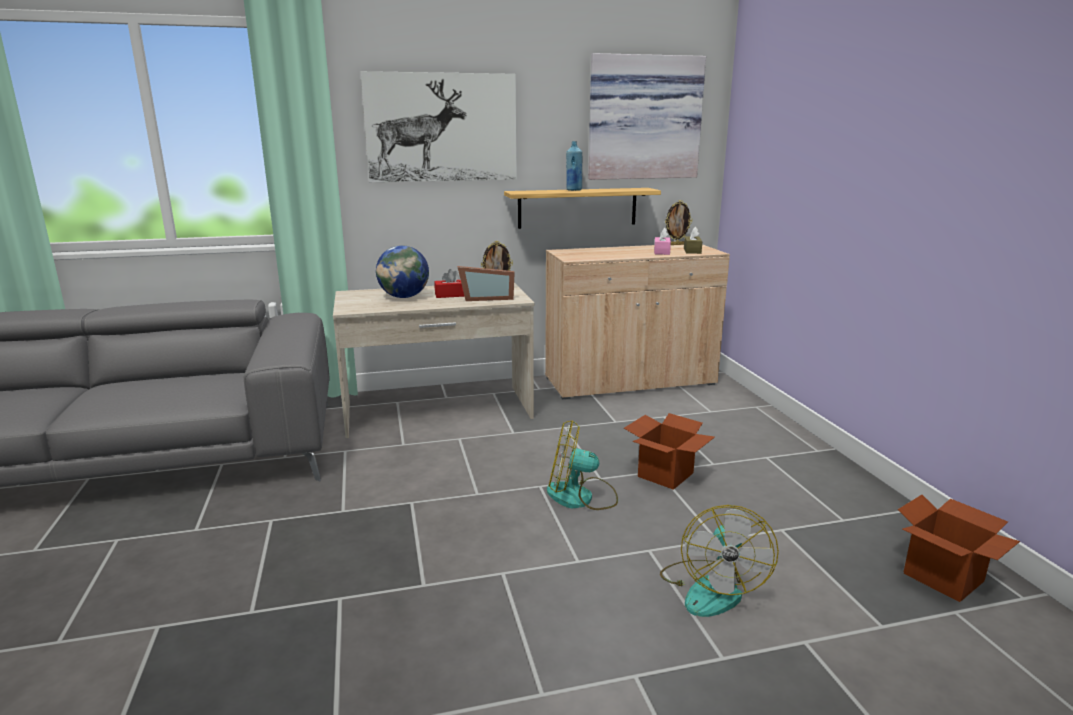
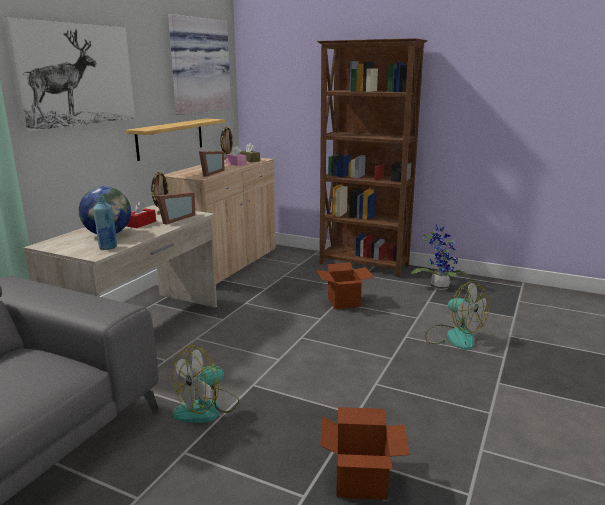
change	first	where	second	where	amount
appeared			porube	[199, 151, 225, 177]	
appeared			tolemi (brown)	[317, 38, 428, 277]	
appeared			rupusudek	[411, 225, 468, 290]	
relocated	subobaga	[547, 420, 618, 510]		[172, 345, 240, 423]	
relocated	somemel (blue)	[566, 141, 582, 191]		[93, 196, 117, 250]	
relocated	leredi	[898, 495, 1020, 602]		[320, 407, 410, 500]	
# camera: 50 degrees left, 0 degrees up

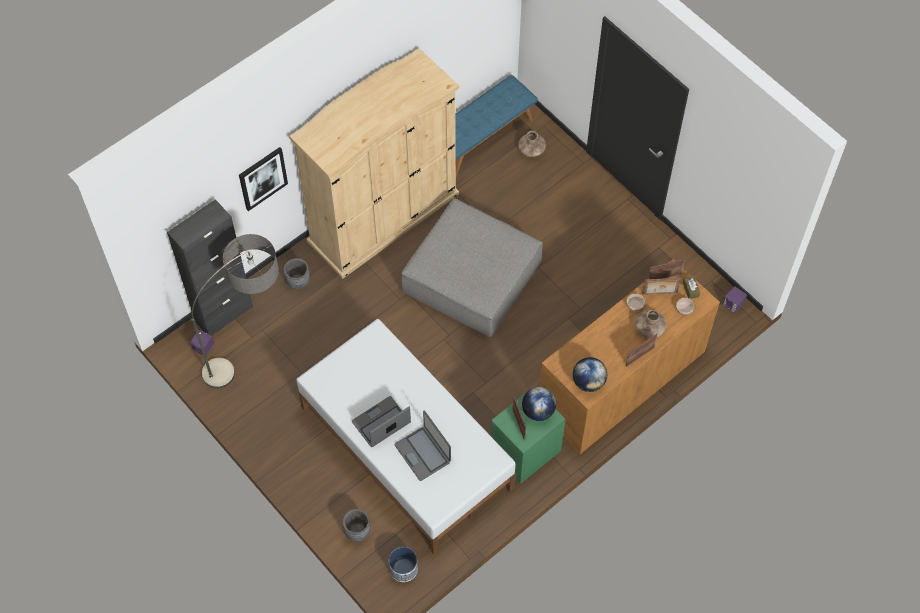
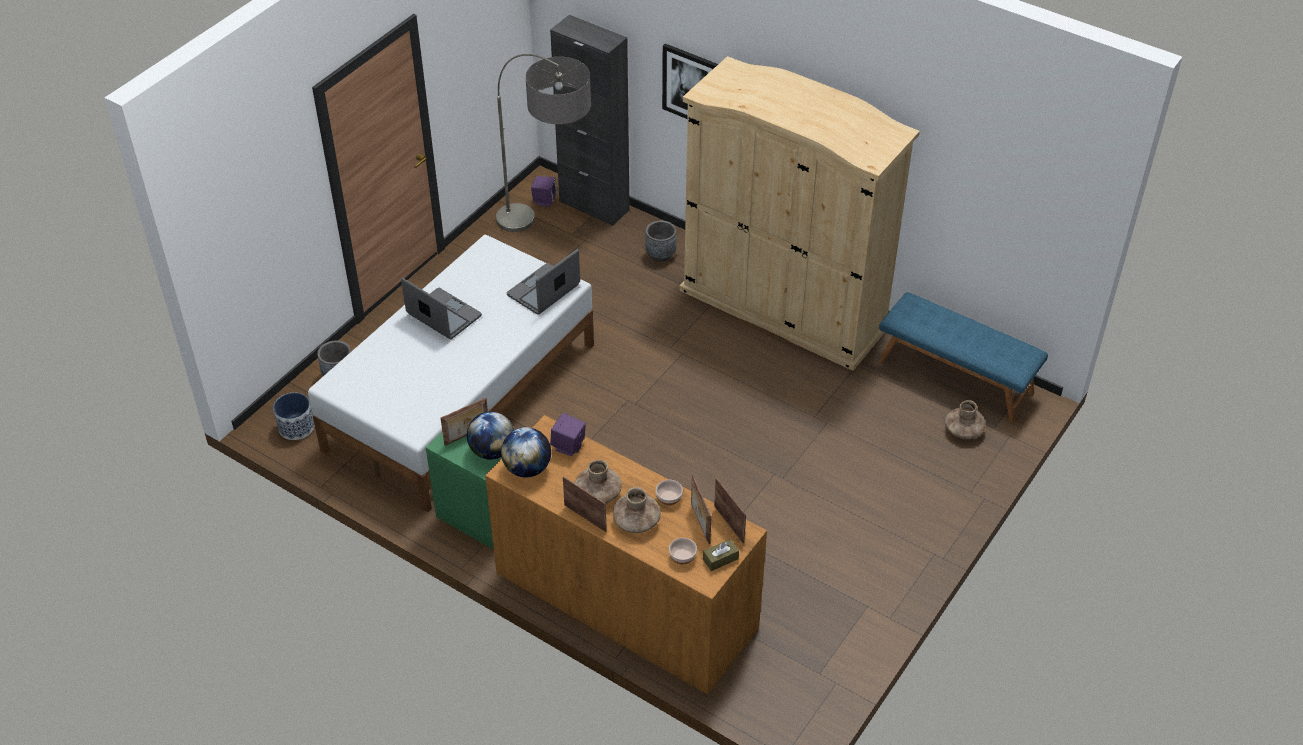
change	first	where	second	where	amount
missing	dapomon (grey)	[401, 199, 543, 337]			
appeared			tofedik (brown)	[575, 460, 622, 504]	
relocated	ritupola	[395, 411, 451, 481]		[507, 249, 580, 315]	
relocated	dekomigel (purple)	[722, 286, 747, 313]		[550, 413, 586, 456]	
# camera: 75 degrees right, 15 degrees down

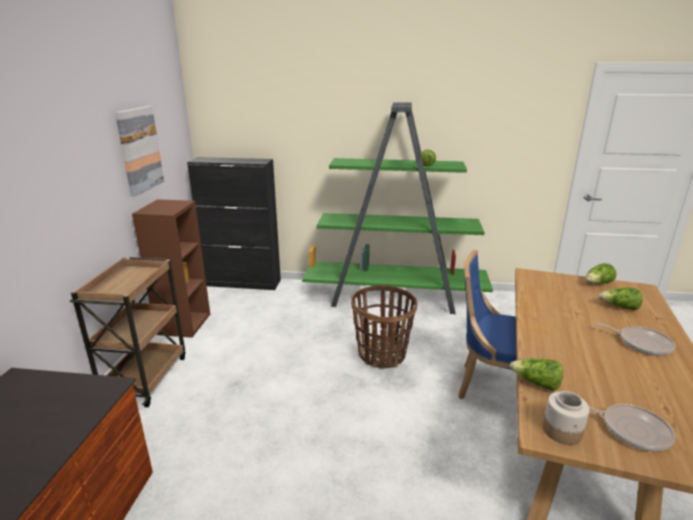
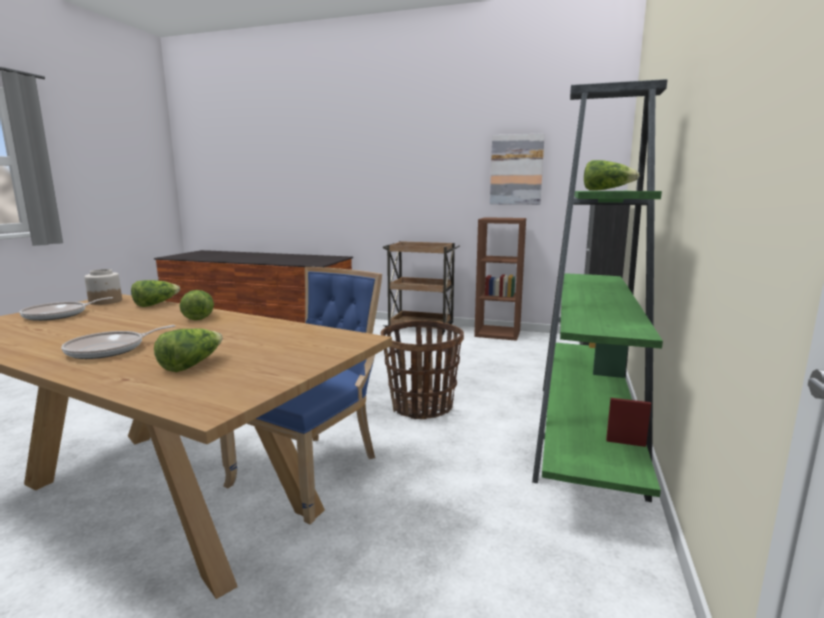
change	first	where	second	where	amount
relocated	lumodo	[586, 263, 617, 284]		[179, 290, 214, 320]	
# camera: 100 degrees right, 10 degrees down

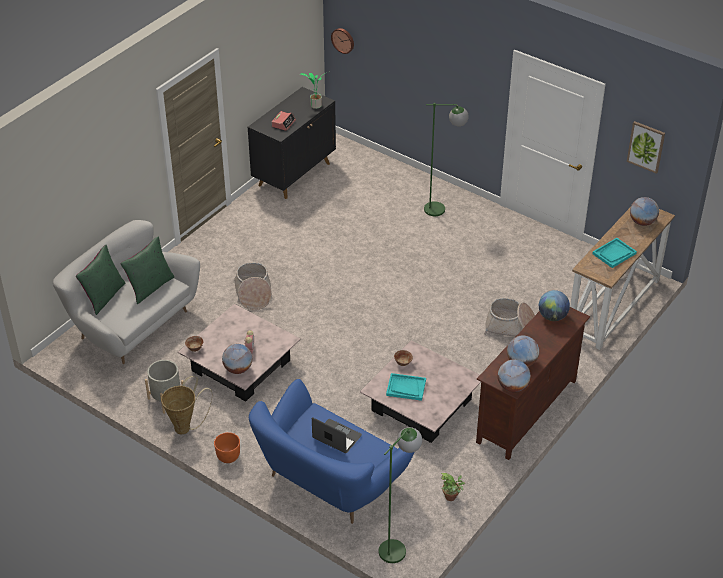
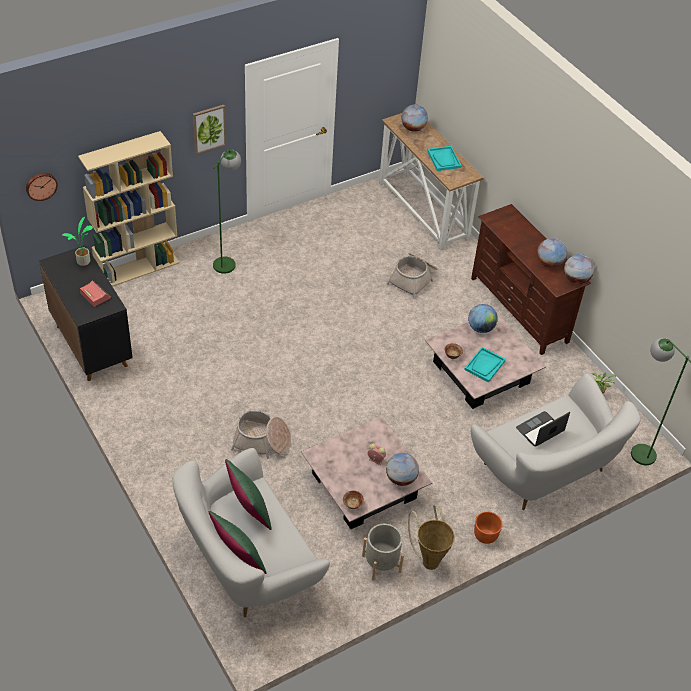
change	first	where	second	where	amount
appeared			tolemi (beige)	[78, 131, 179, 287]	
relocated	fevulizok	[539, 290, 570, 321]		[468, 304, 498, 333]	
relocated	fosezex	[627, 121, 665, 174]		[193, 105, 226, 155]	
colour	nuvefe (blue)	[249, 379, 414, 524]	nuvefe (white)	[470, 374, 641, 510]	
# camera: 70 degrees left, 5 degrees up

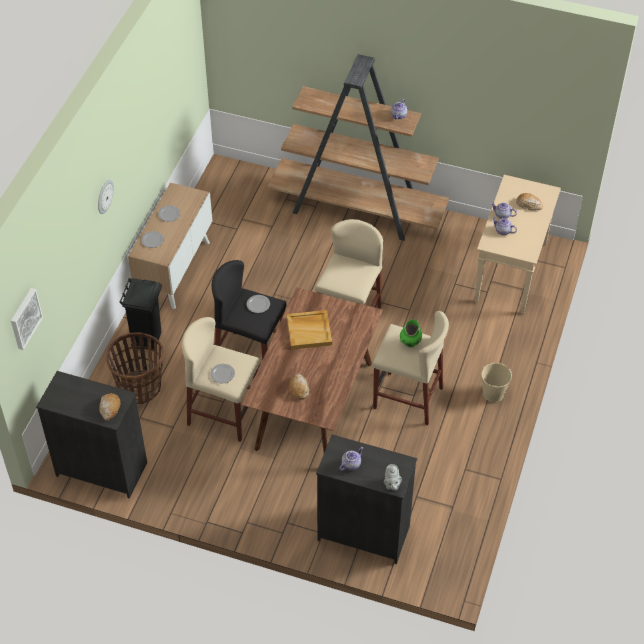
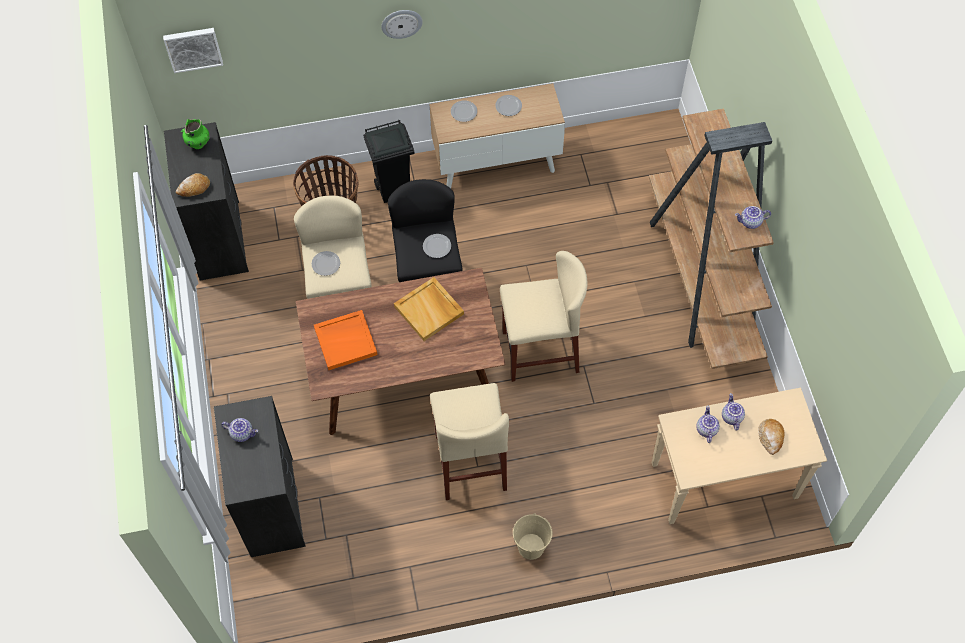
change	first	where	second	where	amount
missing	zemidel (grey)	[384, 464, 402, 491]			
relocated	tofedik (green)	[400, 319, 422, 348]		[181, 119, 209, 149]	
exchanged	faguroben	[289, 373, 309, 400]	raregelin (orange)	[314, 310, 377, 370]	
# camera: 60 degrees right, 10 degrees up

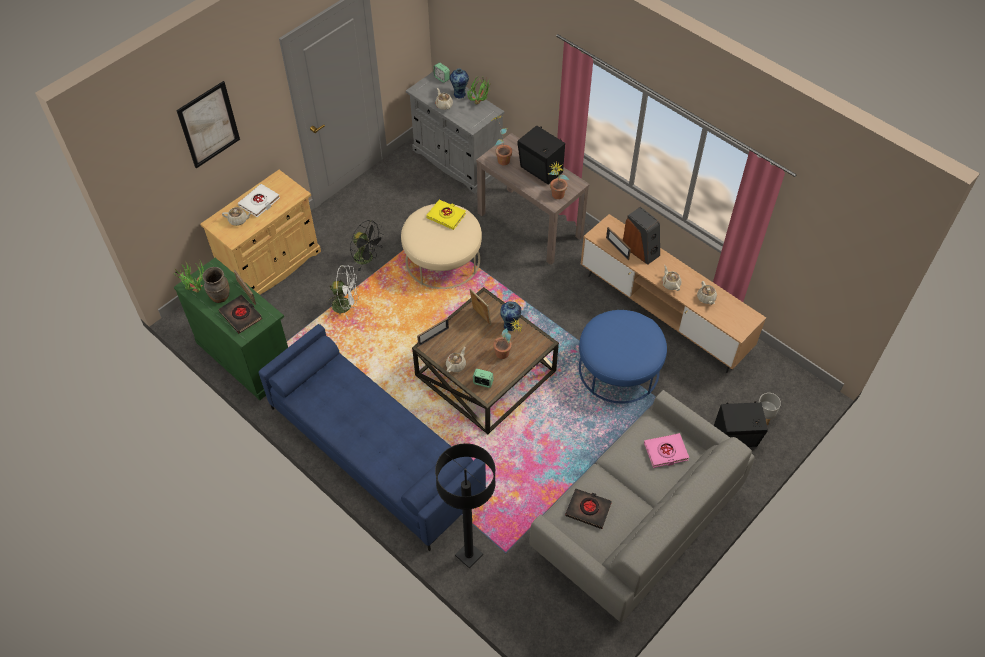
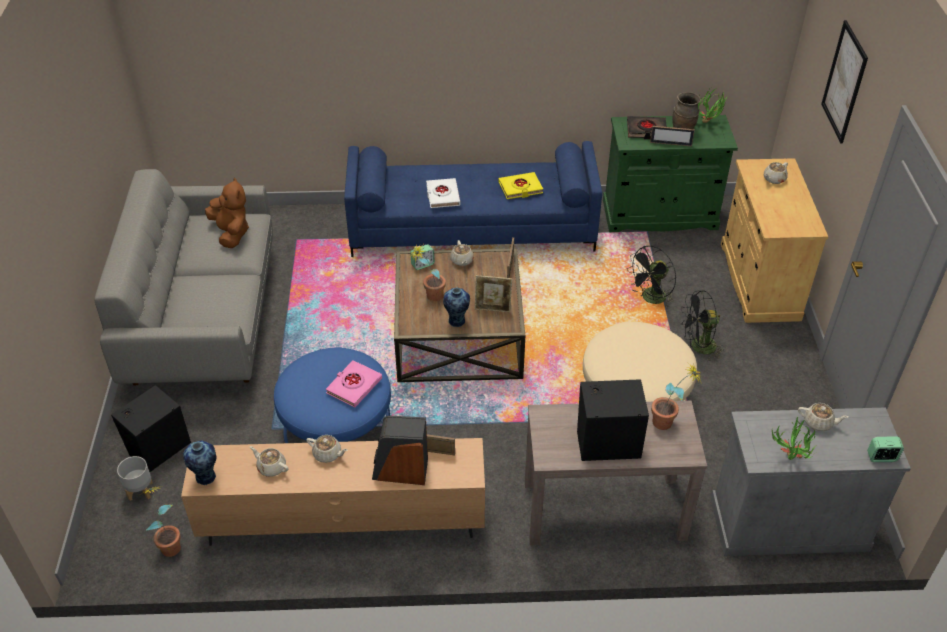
change	first	where	second	where	amount
missing	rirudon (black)	[435, 443, 496, 569]			
relocated	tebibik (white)	[238, 184, 280, 217]		[426, 178, 461, 208]	
relocated	tebibik (yellow)	[426, 200, 466, 230]		[499, 172, 543, 199]	
relocated	tofedik	[450, 68, 469, 99]		[183, 440, 217, 485]	
relocated	rupusudek	[549, 162, 569, 199]		[140, 487, 181, 557]	
relocated	tebibik (pink)	[644, 433, 689, 468]		[326, 360, 382, 408]	
exchanged	tebibik (black)	[565, 488, 612, 529]	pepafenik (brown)	[205, 178, 249, 248]	
colour	subobaga (white)	[328, 265, 359, 319]	subobaga (black)	[627, 246, 676, 308]	
# camera: 135 degrees right, 10 degrees down

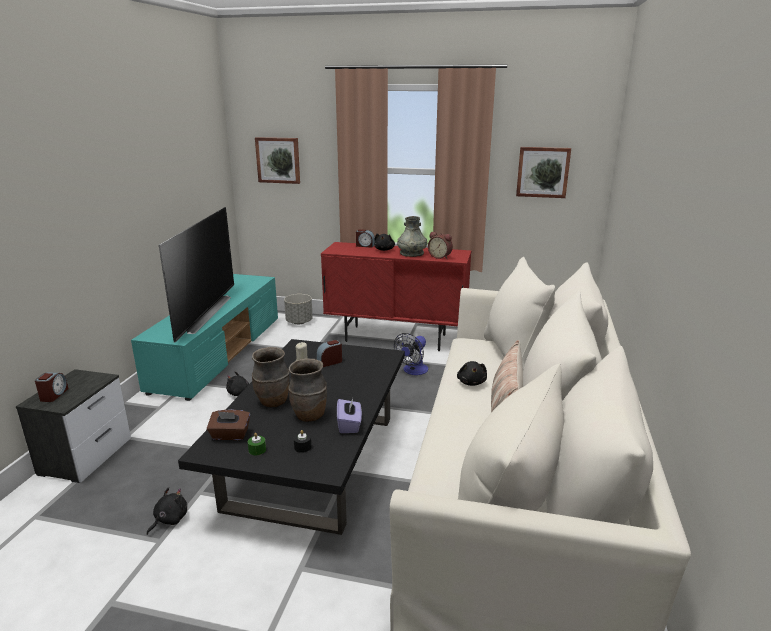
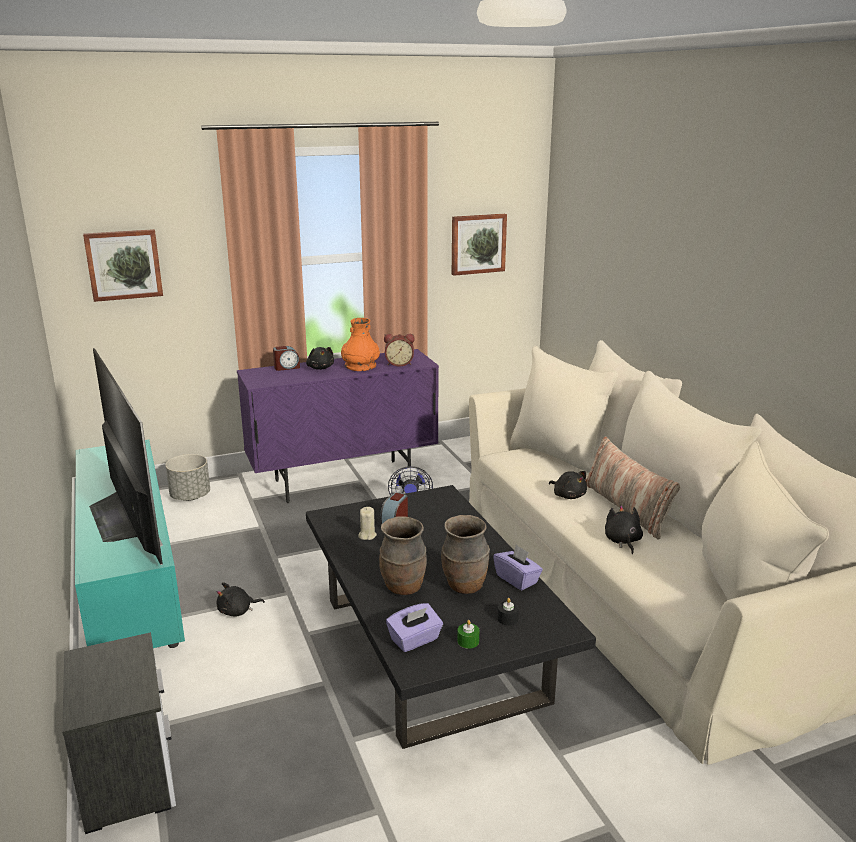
change	first	where	second	where	amount
missing	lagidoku	[35, 372, 69, 402]			
relocated	pepafenik (black)	[147, 487, 187, 535]		[605, 505, 643, 554]	
colour	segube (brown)	[207, 410, 250, 440]	segube (purple)	[386, 603, 443, 652]	
colour	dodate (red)	[321, 242, 471, 351]	dodate (purple)	[237, 349, 439, 503]	
colour	tofedik (grey)	[397, 216, 427, 257]	tofedik (orange)	[341, 318, 380, 371]	
# camera: 35 degrees left, 0 degrees up

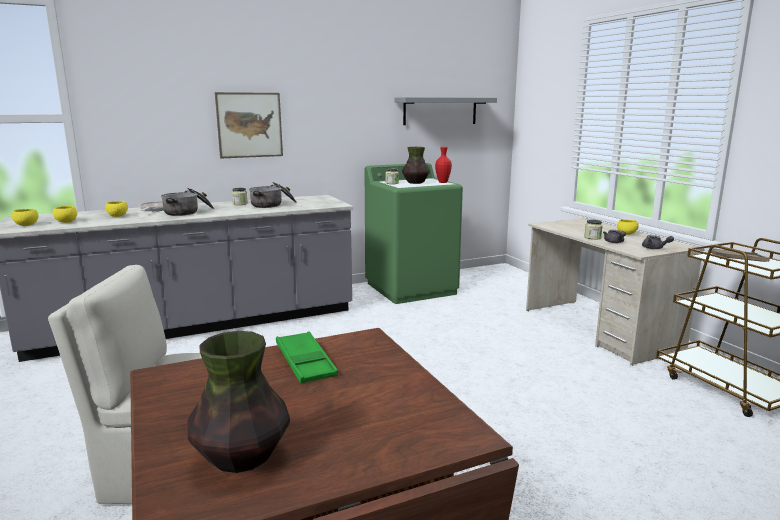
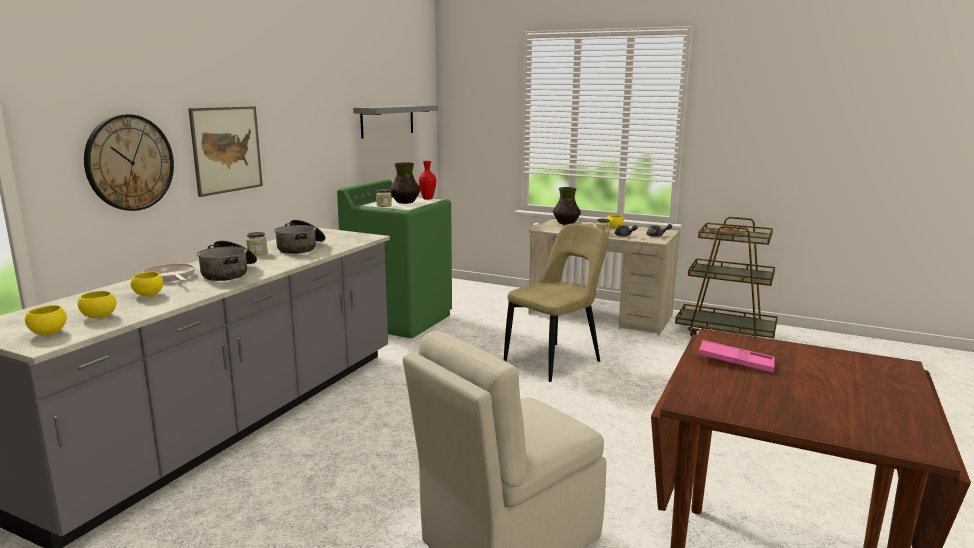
change	first	where	second	where	amount
appeared			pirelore	[84, 114, 174, 211]	
appeared			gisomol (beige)	[504, 224, 608, 382]	
relocated	tofedik	[188, 331, 290, 473]		[553, 187, 581, 225]	
colour	raregelin (green)	[276, 331, 338, 383]	raregelin (pink)	[698, 340, 775, 372]	
# camera: 40 degrees left, 0 degrees up

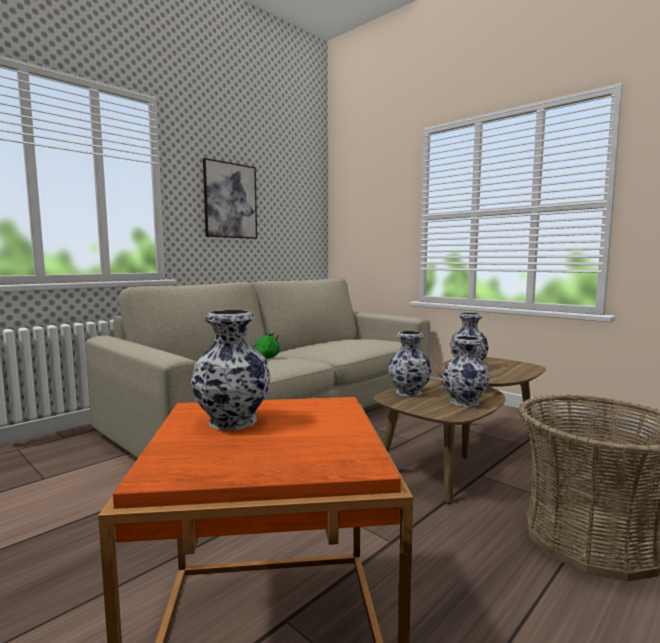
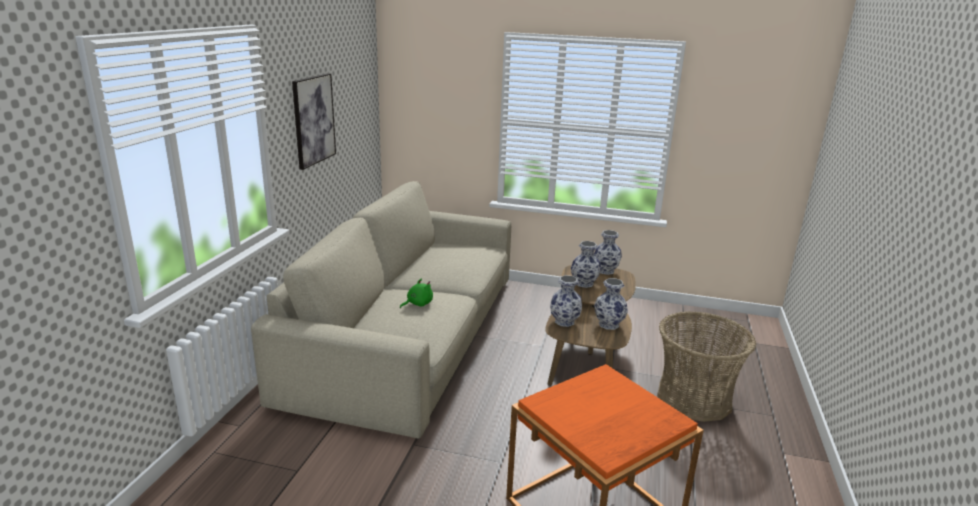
change	first	where	second	where	amount
relocated	tofedik	[191, 310, 271, 430]		[594, 230, 622, 275]	
# camera: 30 degrees left, 15 degrees up

